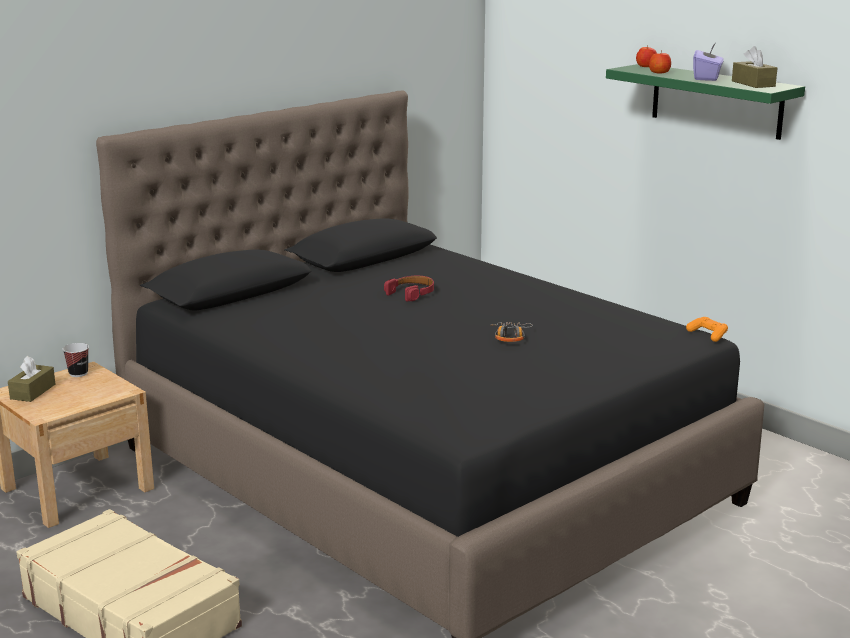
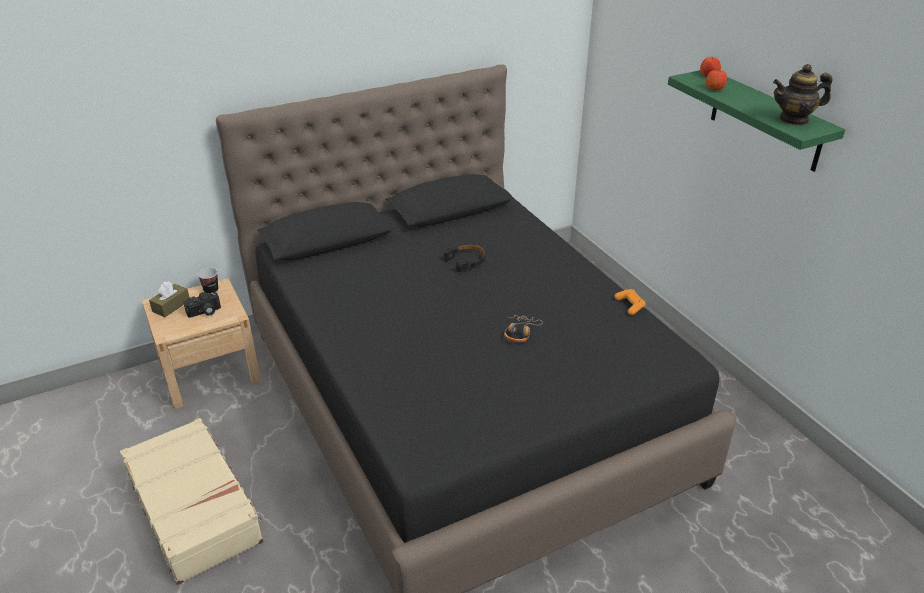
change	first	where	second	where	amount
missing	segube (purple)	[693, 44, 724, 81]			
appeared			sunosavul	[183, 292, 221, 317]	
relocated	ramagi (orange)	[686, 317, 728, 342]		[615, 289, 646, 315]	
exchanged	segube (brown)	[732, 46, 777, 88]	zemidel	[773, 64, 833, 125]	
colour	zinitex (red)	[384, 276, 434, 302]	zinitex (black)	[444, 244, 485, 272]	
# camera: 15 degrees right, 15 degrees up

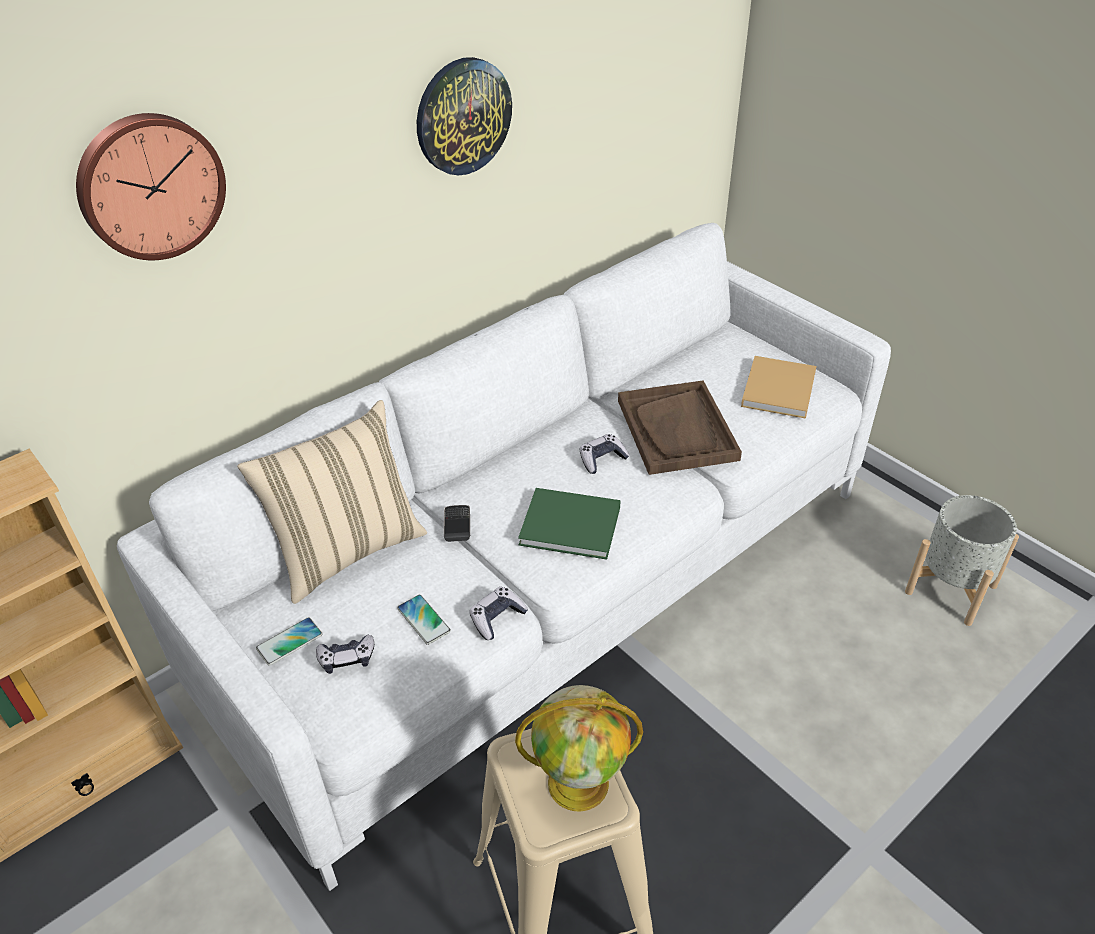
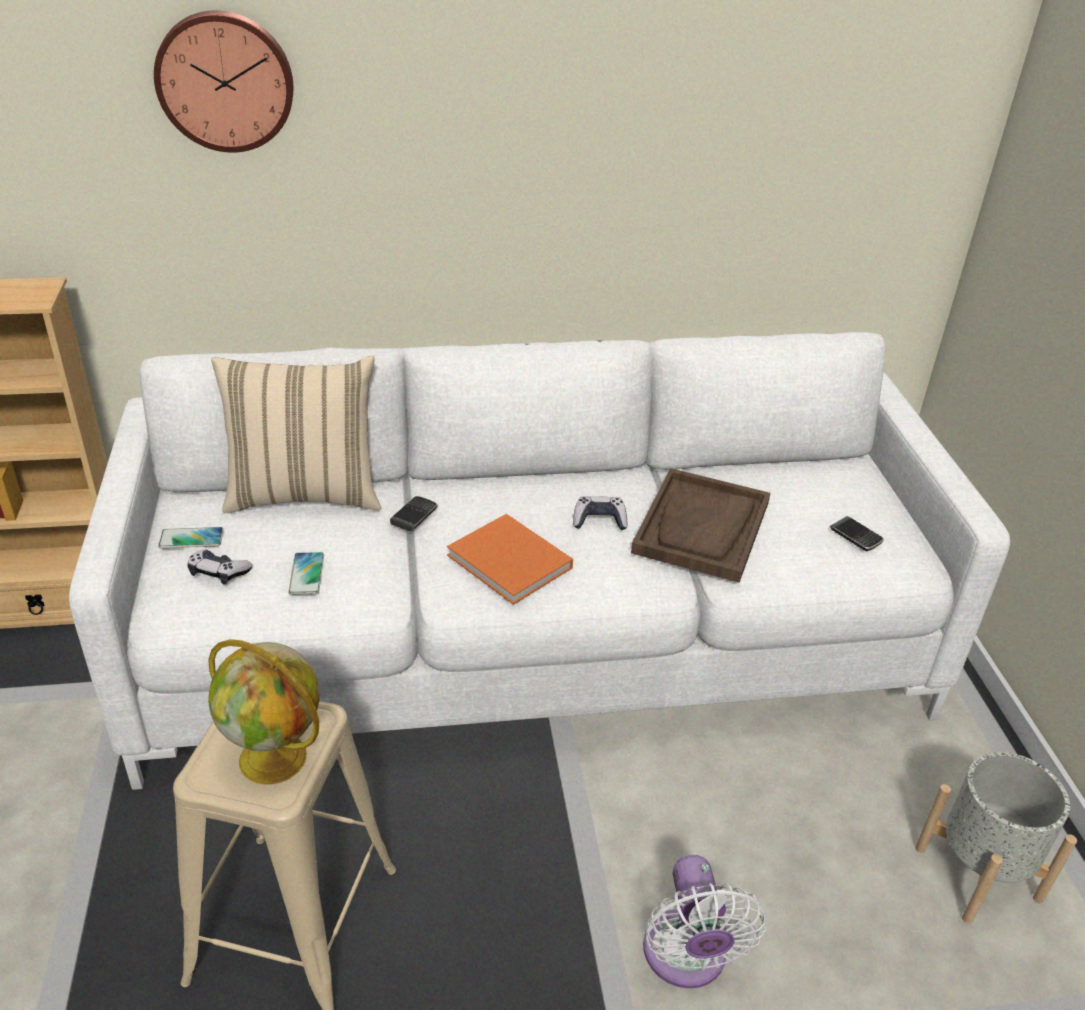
change	first	where	second	where	amount
missing	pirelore	[417, 57, 512, 176]			
missing	ramagi	[469, 587, 528, 640]			
appeared			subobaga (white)	[643, 855, 766, 989]	
exchanged	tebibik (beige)	[741, 356, 817, 419]	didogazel	[830, 516, 884, 551]	
colour	tebibik (green)	[518, 488, 621, 560]	tebibik (orange)	[447, 514, 573, 605]	
# camera: 30 degrees right, 5 degrees down

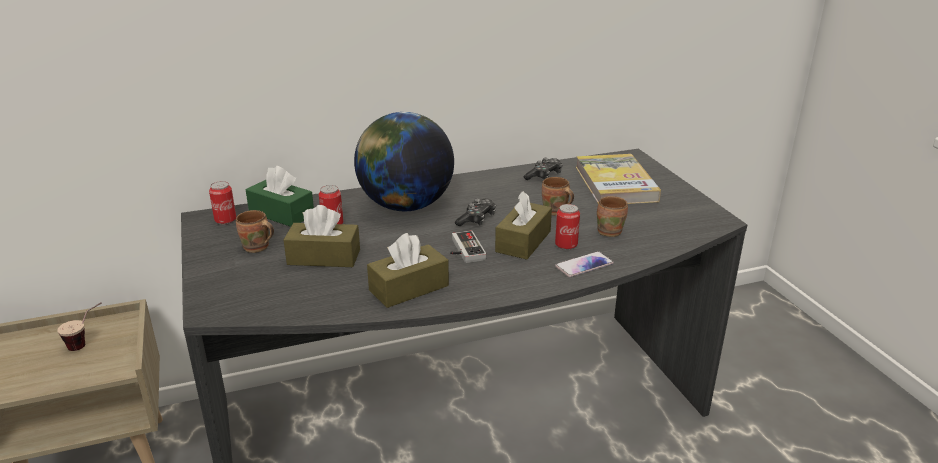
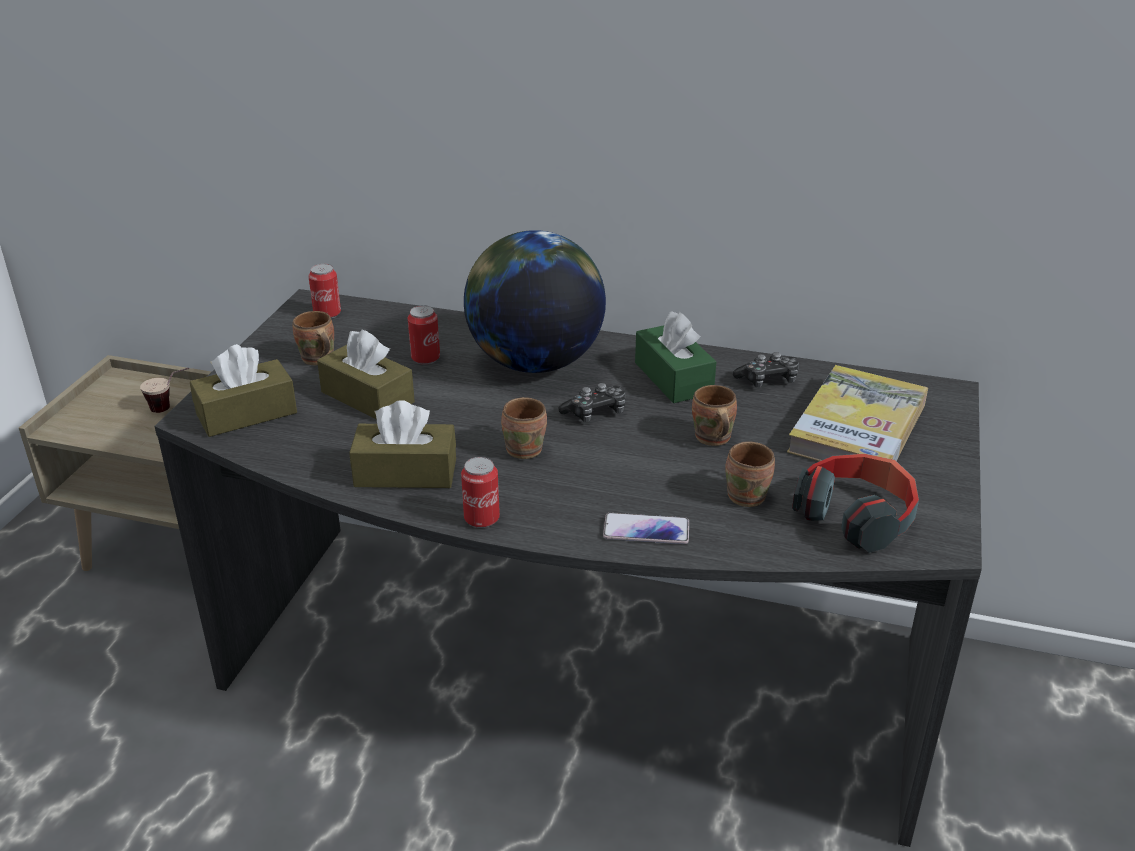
change	first	where	second	where	amount
appeared			zinitex	[792, 454, 919, 553]	
relocated	segube (green)	[246, 166, 314, 227]		[635, 311, 716, 403]	
relocated	segube (brown)	[495, 191, 552, 260]		[190, 344, 297, 437]	
relocated	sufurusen	[555, 204, 580, 250]		[461, 457, 500, 528]	
exchanged	ramagi	[450, 230, 486, 263]	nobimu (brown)	[501, 397, 547, 459]	
# camera: 35 degrees right, 5 degrees up

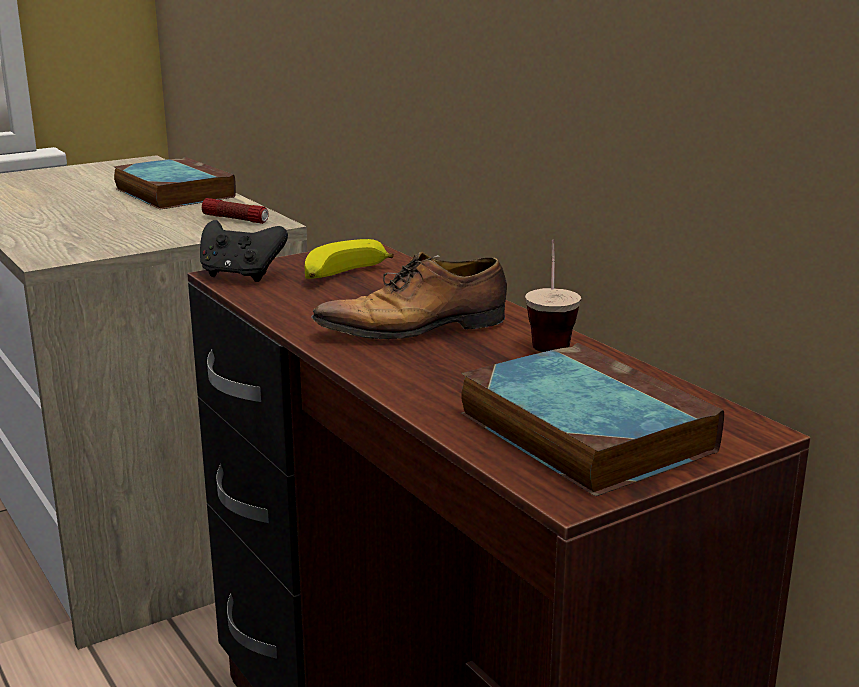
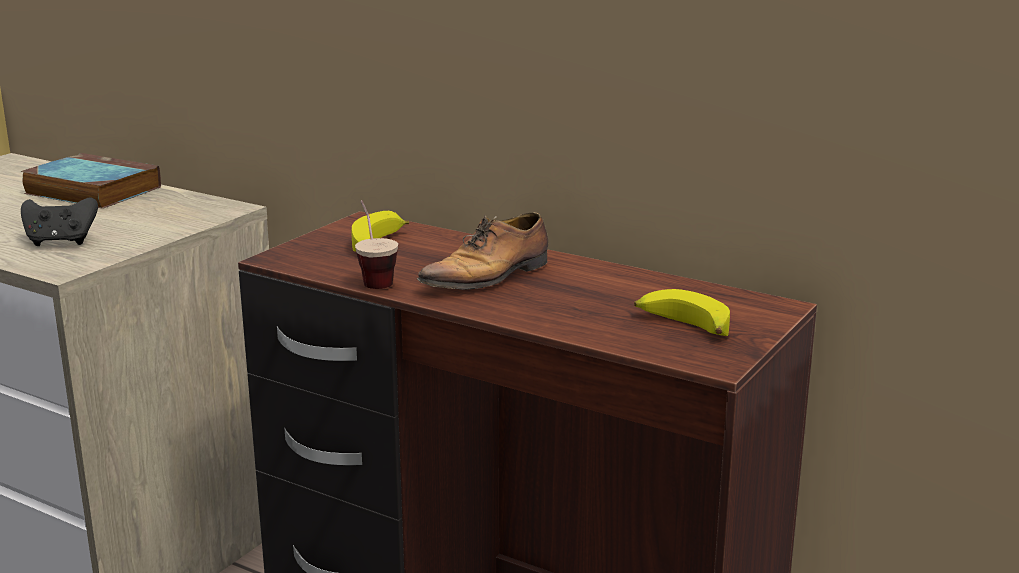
change	first	where	second	where	amount
missing	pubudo	[202, 198, 269, 224]			
relocated	ramagi (black)	[200, 220, 288, 282]		[21, 197, 98, 246]	
relocated	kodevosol	[525, 240, 581, 352]		[355, 200, 398, 289]	
exchanged	tebibik	[461, 343, 724, 496]	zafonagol	[634, 289, 730, 336]	
# camera: 25 degrees left, 0 degrees up

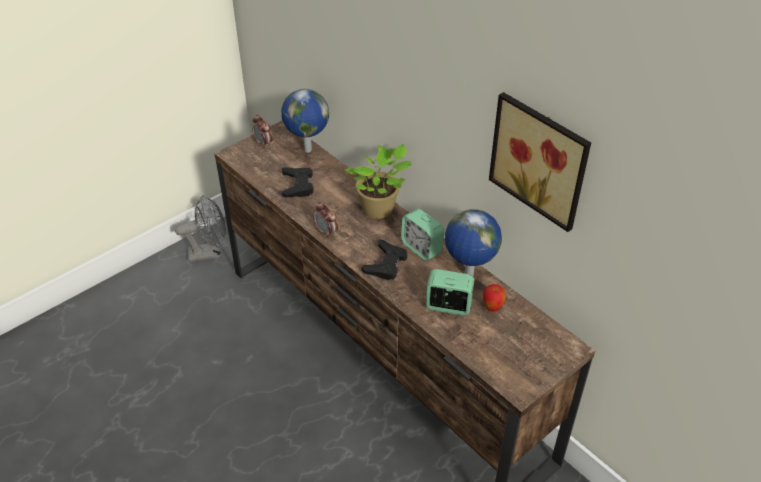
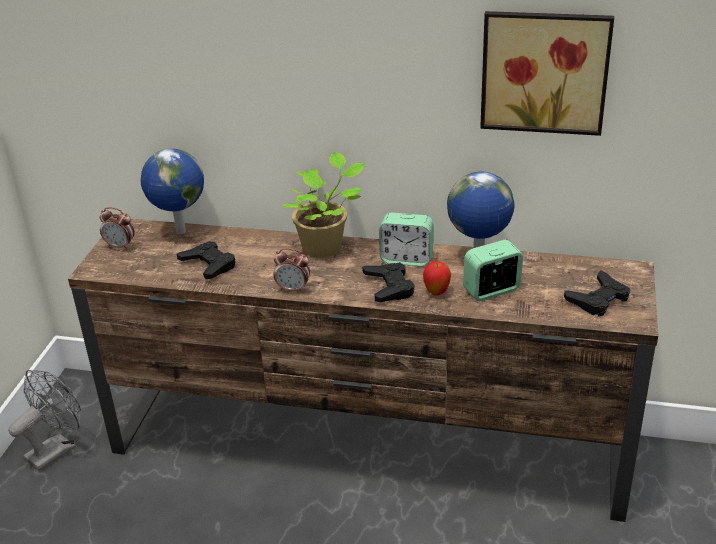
change	first	where	second	where	amount
appeared			ramagi (black)	[564, 270, 630, 316]	
relocated	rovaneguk	[483, 284, 506, 312]		[423, 261, 451, 296]	
# camera: 35 degrees left, 10 degrees down

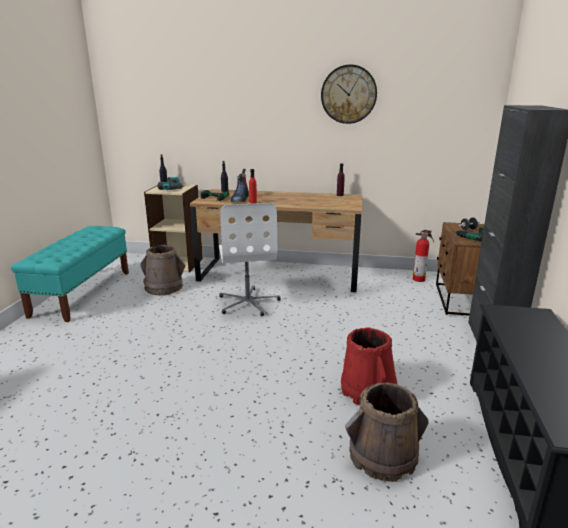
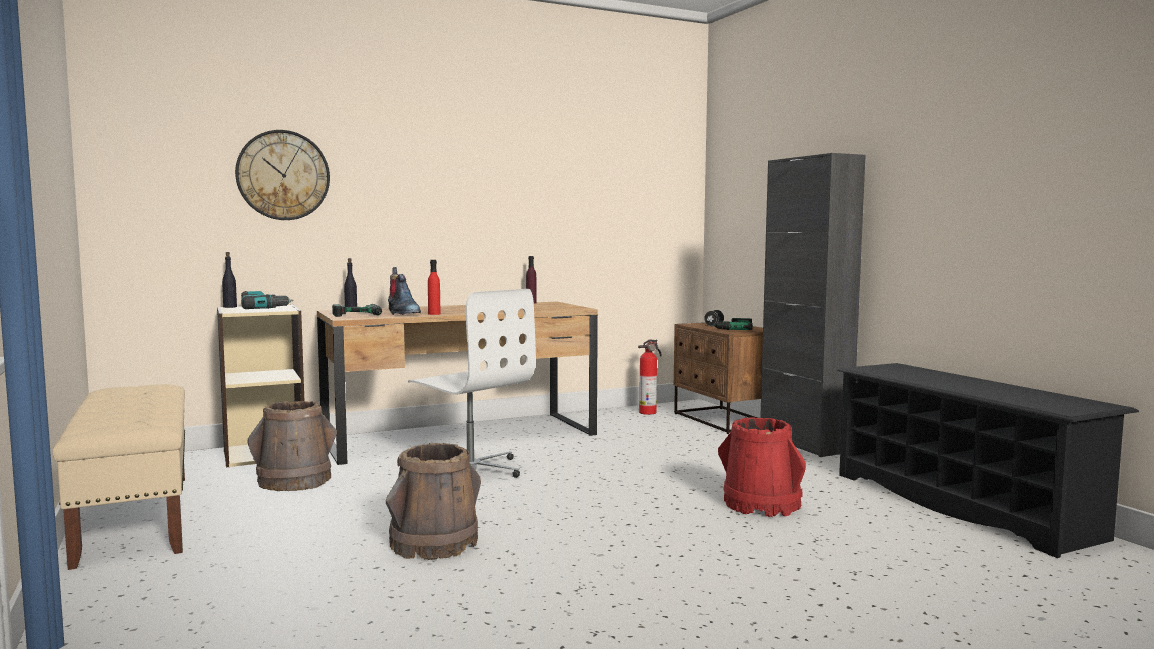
change	first	where	second	where	amount
relocated	pirelore	[321, 64, 377, 124]		[235, 130, 330, 220]	
relocated	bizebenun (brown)	[345, 382, 428, 482]		[386, 443, 481, 560]	
colour	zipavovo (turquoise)	[11, 226, 129, 322]	zipavovo (beige)	[53, 384, 185, 570]	
# camera: 35 degrees left, 15 degrees down

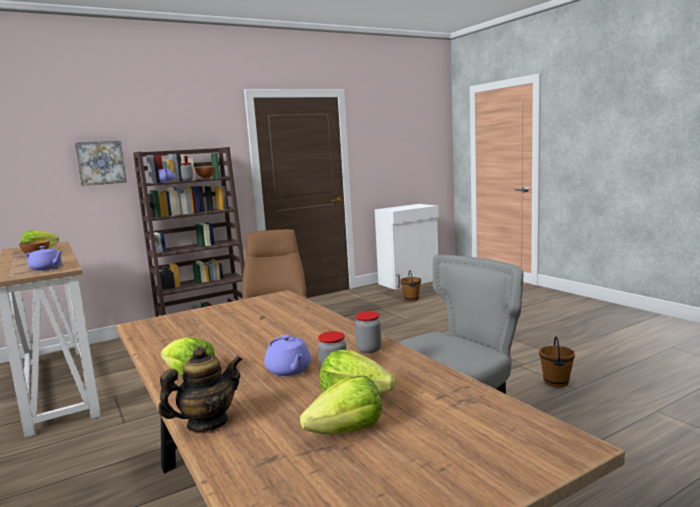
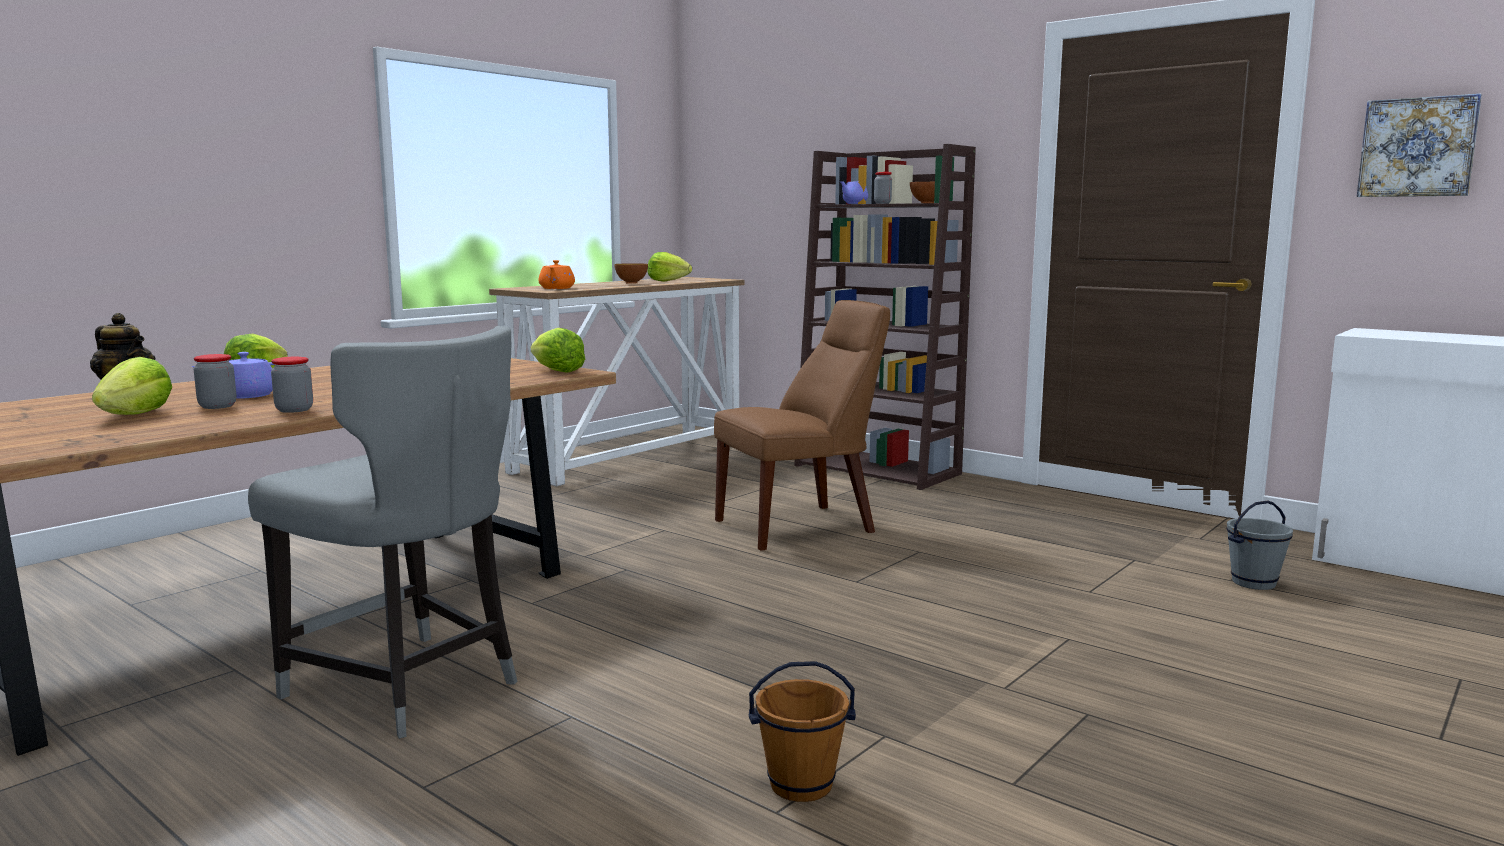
change	first	where	second	where	amount
relocated	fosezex	[75, 141, 127, 186]		[1357, 94, 1482, 197]	
relocated	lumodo	[300, 376, 382, 434]		[531, 328, 585, 373]	
colour	zemidel (purple)	[26, 246, 62, 271]	zemidel (orange)	[538, 260, 575, 289]	
colour	bizebenun (brown)	[400, 270, 421, 302]	bizebenun (grey)	[1226, 501, 1293, 590]	
# camera: 70 degrees right, 0 degrees up

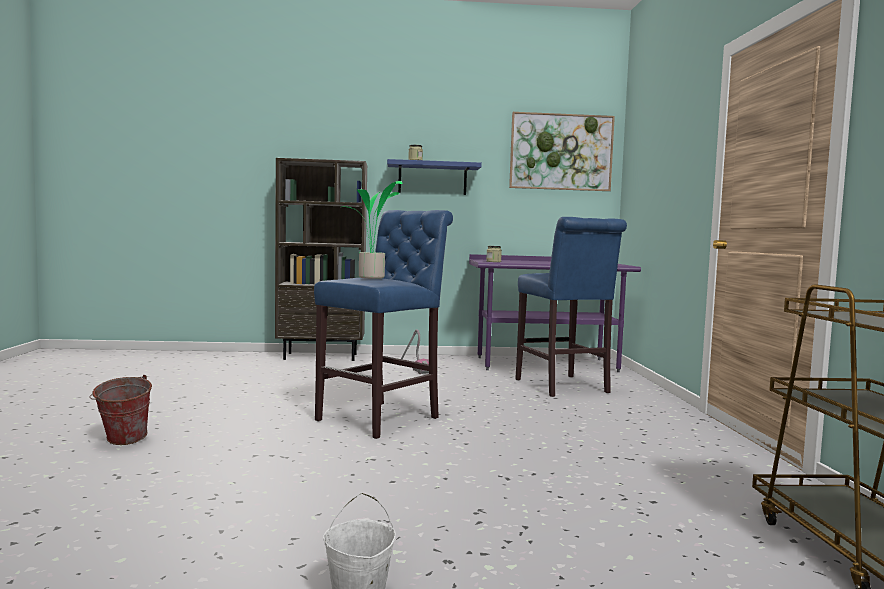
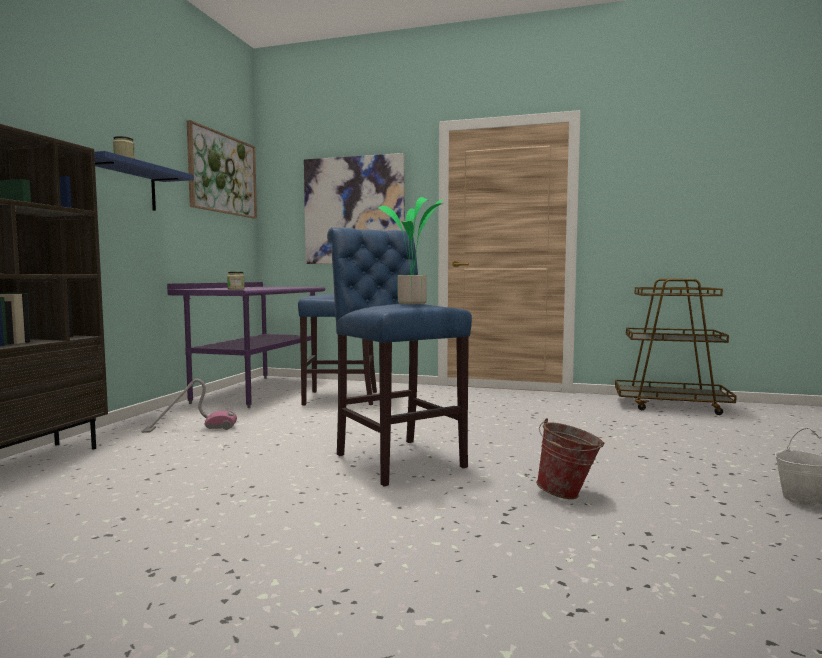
change	first	where	second	where	amount
appeared			fosezex	[304, 153, 405, 264]	
relocated	bizebenun	[90, 375, 152, 445]		[536, 418, 605, 499]	
# camera: 70 degrees left, 0 degrees up

